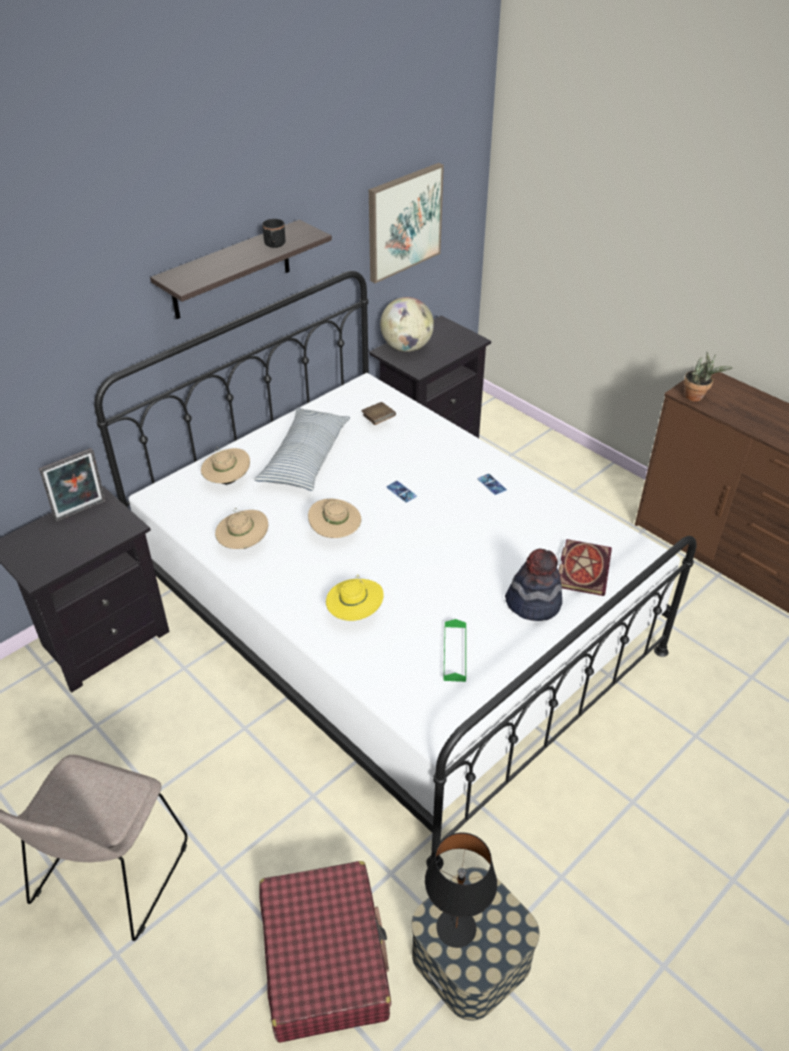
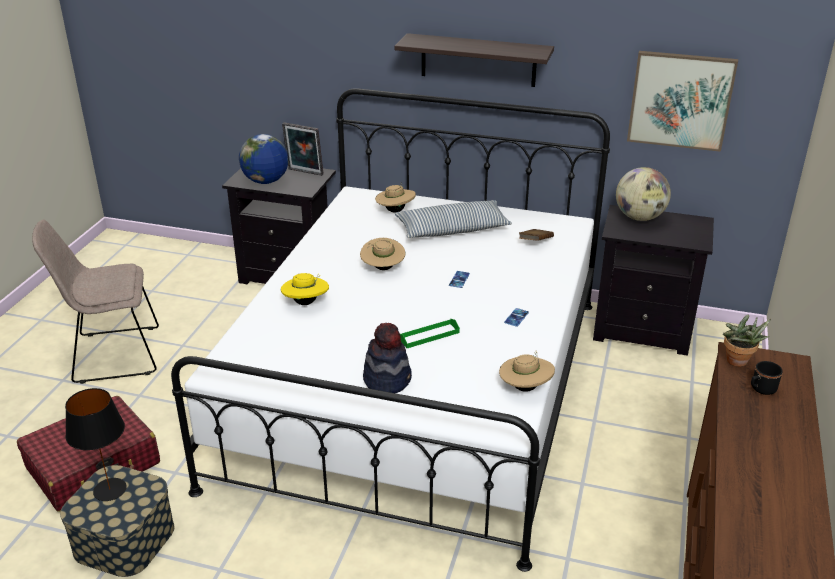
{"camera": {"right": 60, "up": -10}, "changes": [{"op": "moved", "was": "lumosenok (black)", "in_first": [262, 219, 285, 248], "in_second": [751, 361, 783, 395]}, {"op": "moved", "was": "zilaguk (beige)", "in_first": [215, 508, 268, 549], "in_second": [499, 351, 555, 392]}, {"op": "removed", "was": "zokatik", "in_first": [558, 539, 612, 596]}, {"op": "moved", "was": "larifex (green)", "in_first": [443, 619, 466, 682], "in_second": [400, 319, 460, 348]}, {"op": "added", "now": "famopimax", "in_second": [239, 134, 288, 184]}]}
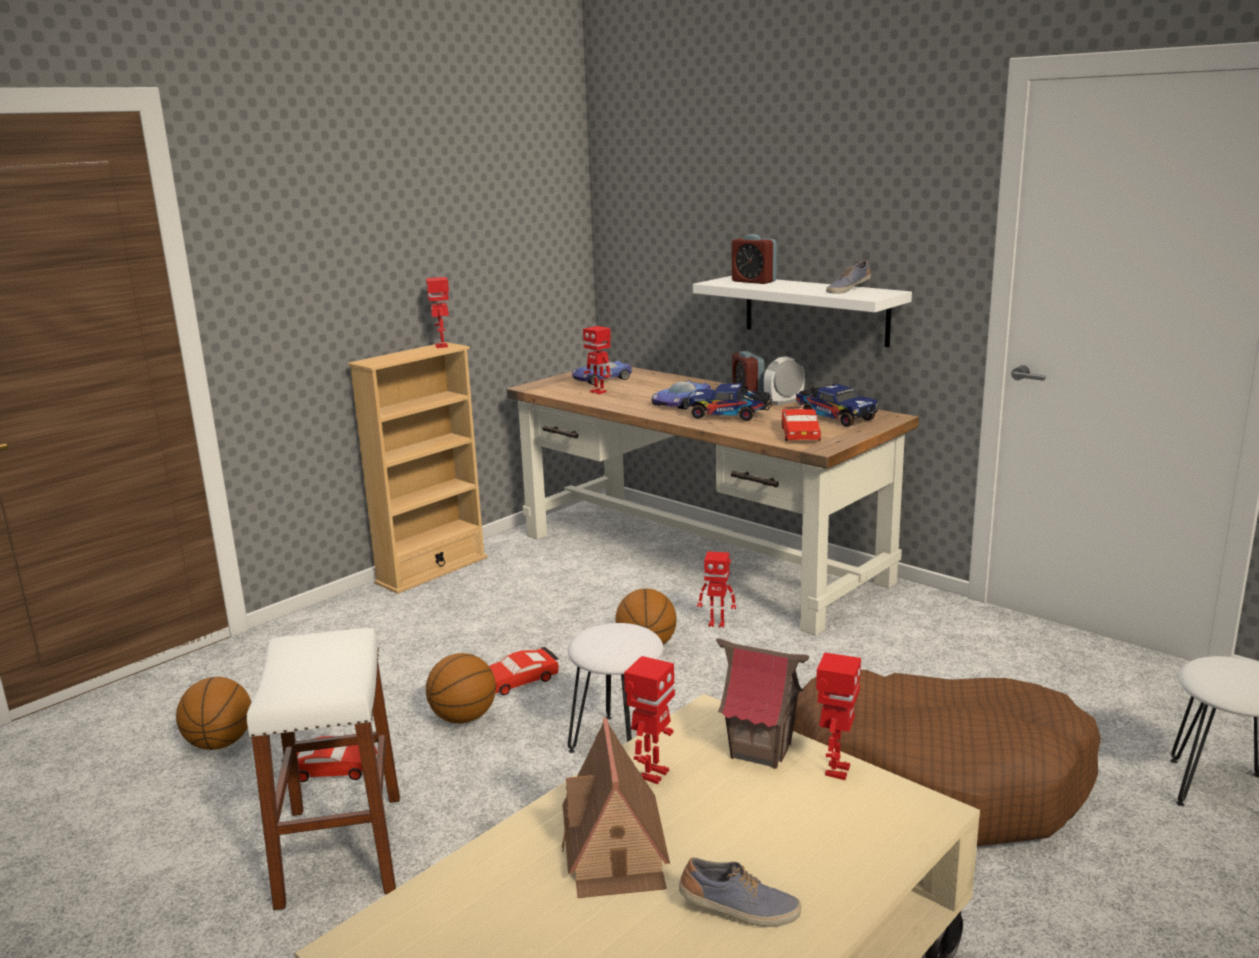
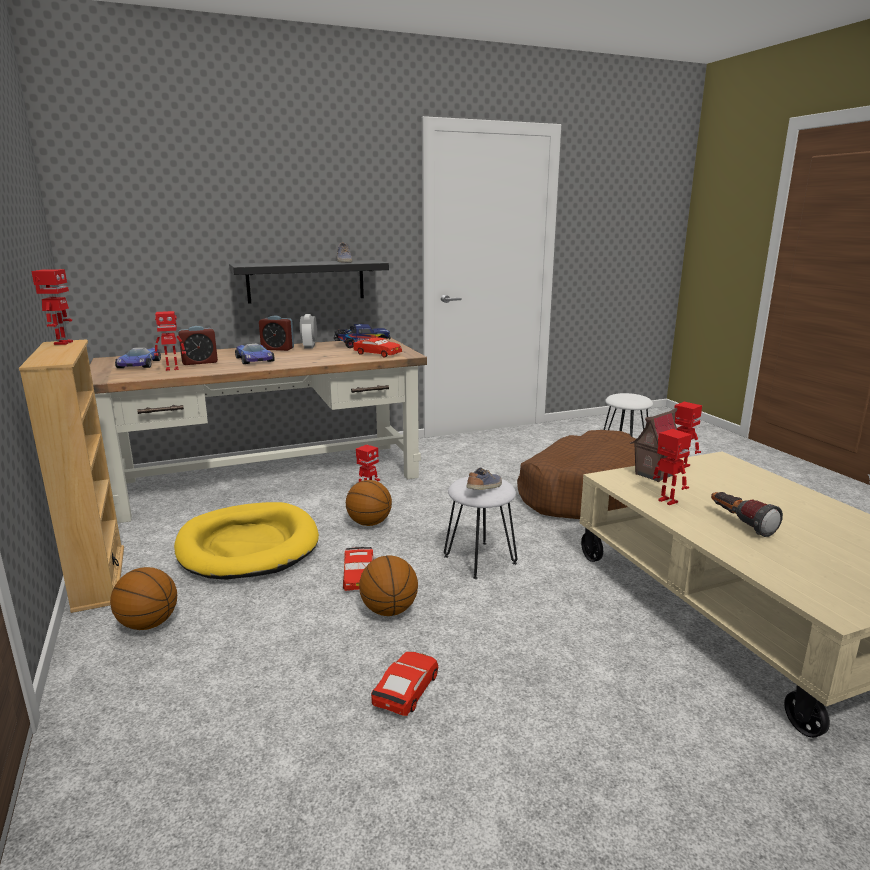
{"camera": {"right": -65, "up": 0}, "changes": [{"op": "moved", "was": "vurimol", "in_first": [732, 234, 777, 284], "in_second": [178, 326, 218, 365]}, {"op": "recoloured", "was": "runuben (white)", "now": "runuben (black)", "in_first": [693, 276, 912, 347], "in_second": [229, 260, 389, 304]}, {"op": "turned", "was": "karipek", "in_first": [426, 277, 449, 348], "in_second": [31, 269, 73, 345], "clockwise": -105}, {"op": "removed", "was": "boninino", "in_first": [687, 383, 772, 421]}, {"op": "removed", "was": "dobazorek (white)", "in_first": [247, 628, 400, 911]}, {"op": "moved", "was": "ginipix", "in_first": [176, 677, 251, 750], "in_second": [110, 567, 177, 630]}, {"op": "replaced", "was": "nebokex", "now": "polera", "in_first": [562, 718, 670, 898], "in_second": [711, 492, 783, 537]}, {"op": "moved", "was": "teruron", "in_first": [679, 858, 801, 927], "in_second": [467, 468, 502, 490]}, {"op": "added", "now": "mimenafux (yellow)", "in_second": [174, 502, 319, 580]}]}
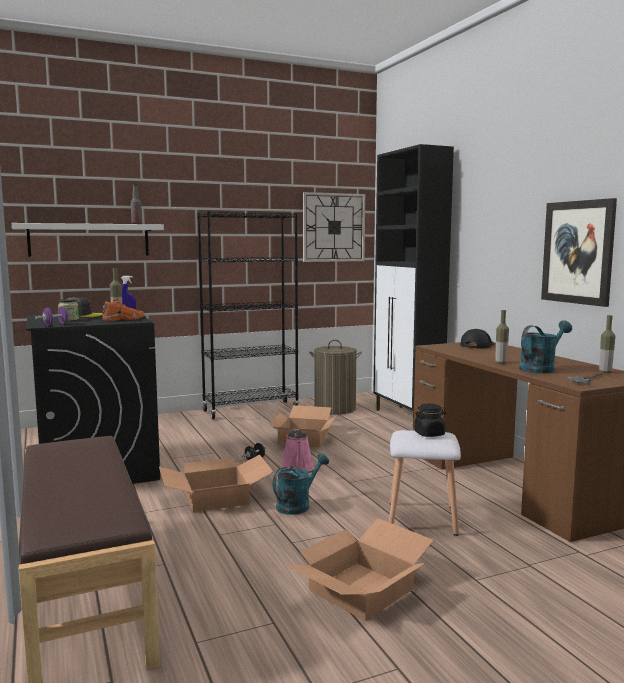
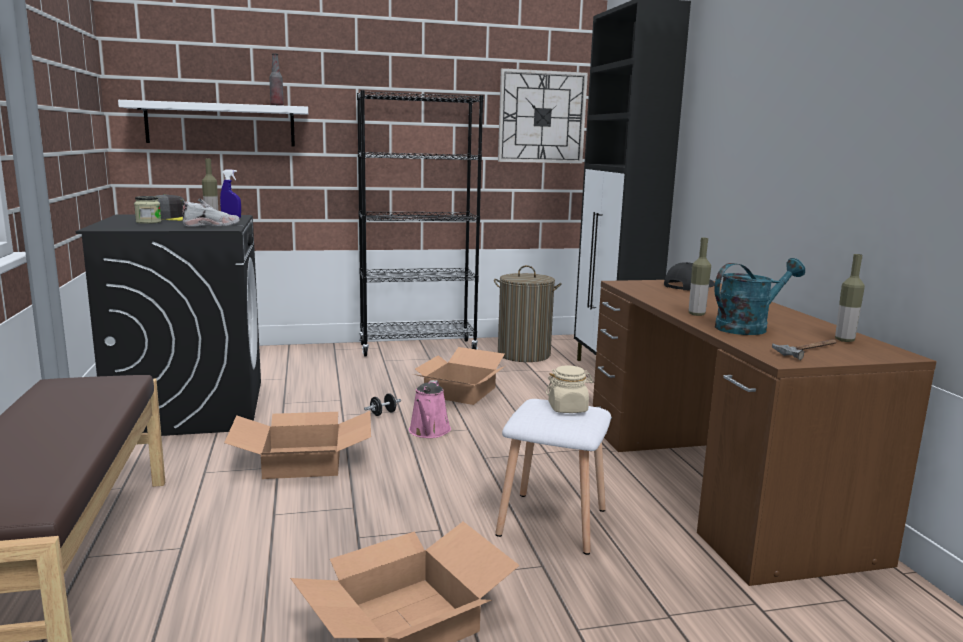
{"camera": {"right": 10, "up": 5}, "changes": [{"op": "removed", "was": "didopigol", "in_first": [541, 198, 617, 307]}, {"op": "recoloured", "was": "teruron (orange)", "now": "teruron (white)", "in_first": [102, 299, 144, 321], "in_second": [182, 198, 240, 227]}, {"op": "removed", "was": "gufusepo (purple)", "in_first": [35, 306, 74, 325]}, {"op": "recoloured", "was": "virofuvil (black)", "now": "virofuvil (beige)", "in_first": [414, 404, 446, 437], "in_second": [546, 366, 593, 413]}, {"op": "removed", "was": "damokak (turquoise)", "in_first": [273, 453, 329, 515]}]}
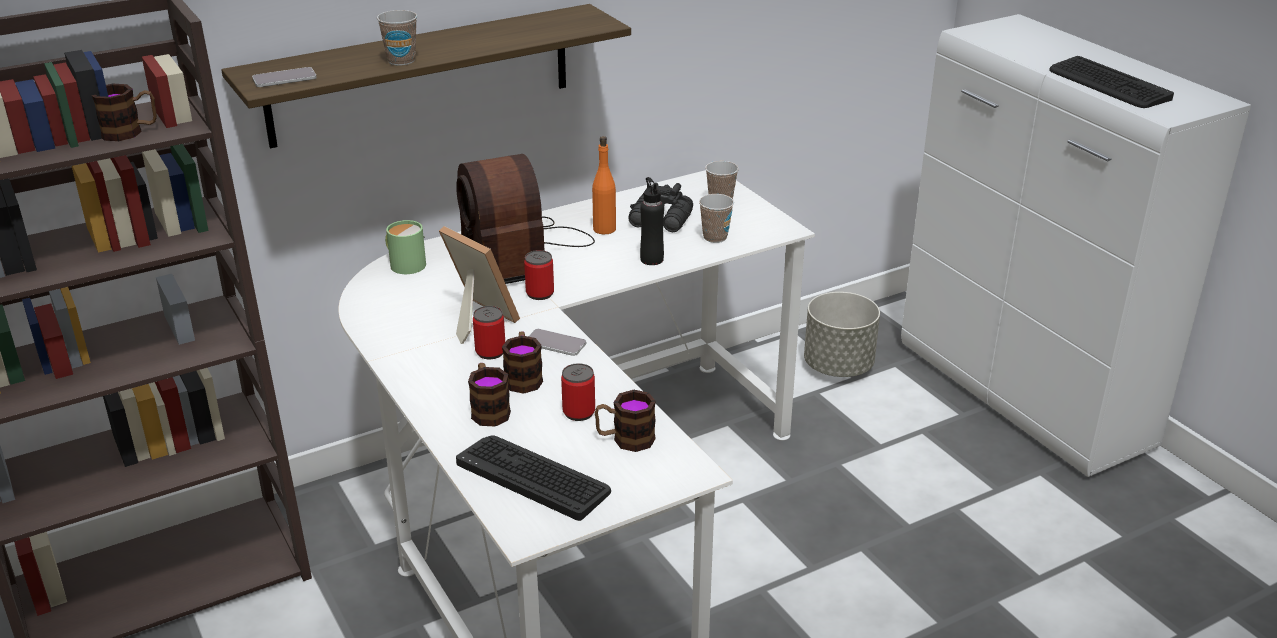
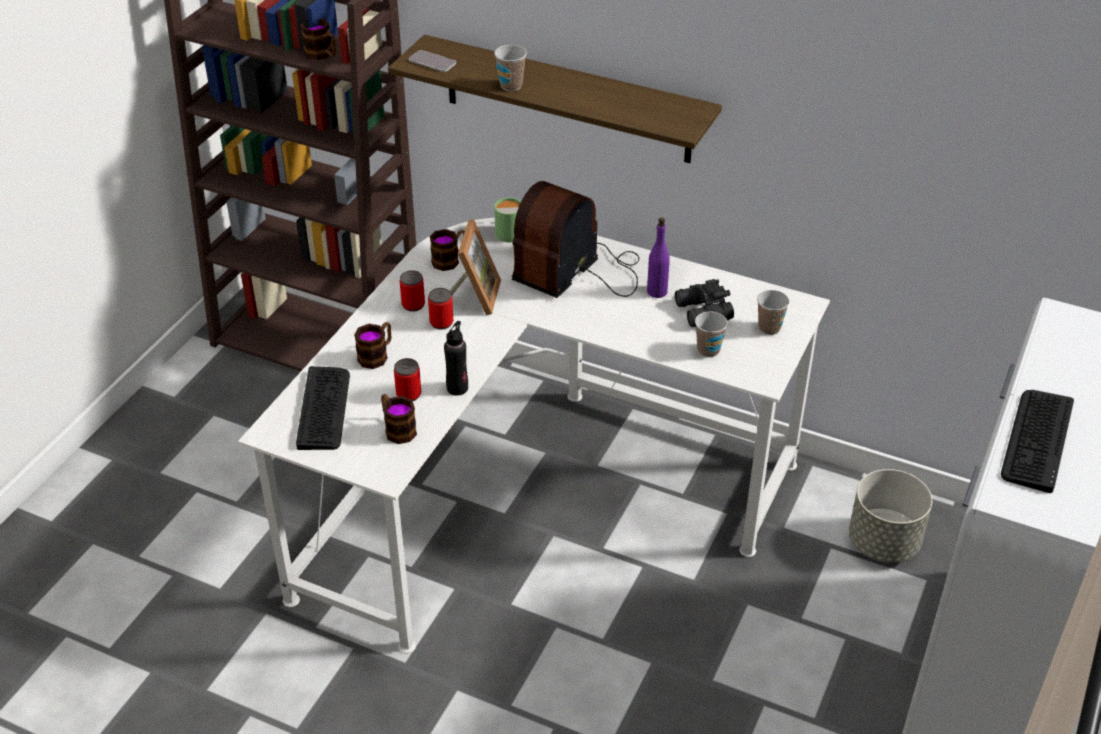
{"camera": {"right": 55, "up": 10}, "changes": [{"op": "recoloured", "was": "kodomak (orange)", "now": "kodomak (purple)", "in_first": [592, 136, 616, 234], "in_second": [647, 217, 670, 298]}, {"op": "moved", "was": "kodomak (black)", "in_first": [640, 177, 664, 265], "in_second": [444, 321, 468, 396]}, {"op": "moved", "was": "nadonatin", "in_first": [524, 250, 554, 300], "in_second": [400, 270, 425, 312]}, {"op": "removed", "was": "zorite", "in_first": [528, 329, 586, 356]}, {"op": "moved", "was": "lumosenok", "in_first": [502, 331, 543, 394], "in_second": [430, 229, 465, 271]}]}
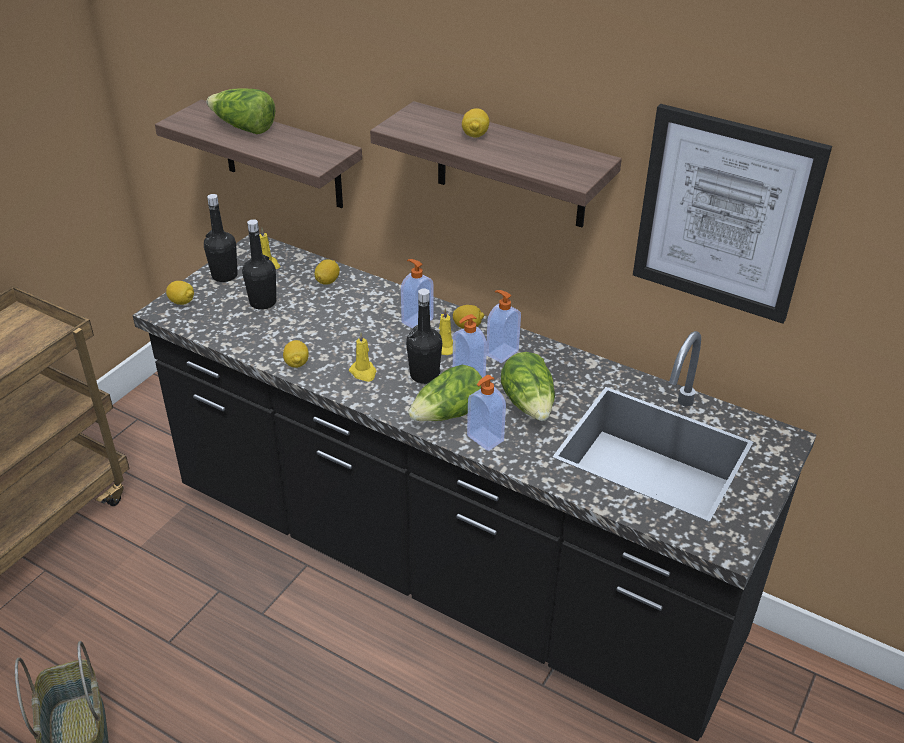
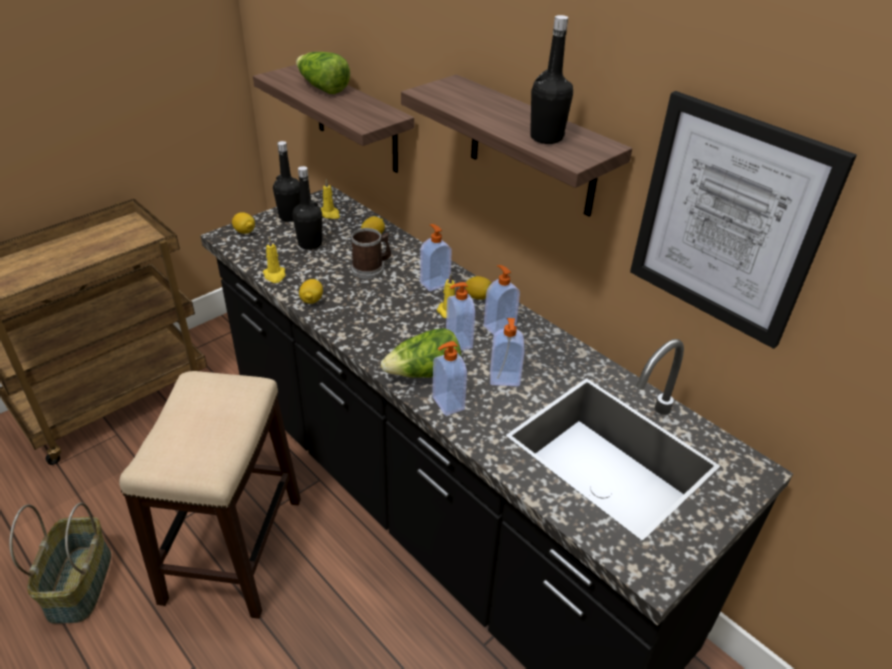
{"camera": {"right": 15, "up": 0}, "changes": [{"op": "removed", "was": "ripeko", "in_first": [462, 108, 489, 137]}, {"op": "moved", "was": "kodomak (black)", "in_first": [406, 288, 442, 384], "in_second": [530, 15, 573, 144]}, {"op": "moved", "was": "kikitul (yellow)", "in_first": [349, 332, 376, 382], "in_second": [263, 238, 285, 283]}, {"op": "replaced", "was": "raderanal", "now": "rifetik", "in_first": [501, 352, 555, 421], "in_second": [490, 318, 525, 386]}, {"op": "added", "now": "lumosenok", "in_second": [351, 228, 391, 279]}, {"op": "added", "now": "dobazorek", "in_second": [119, 371, 301, 619]}]}
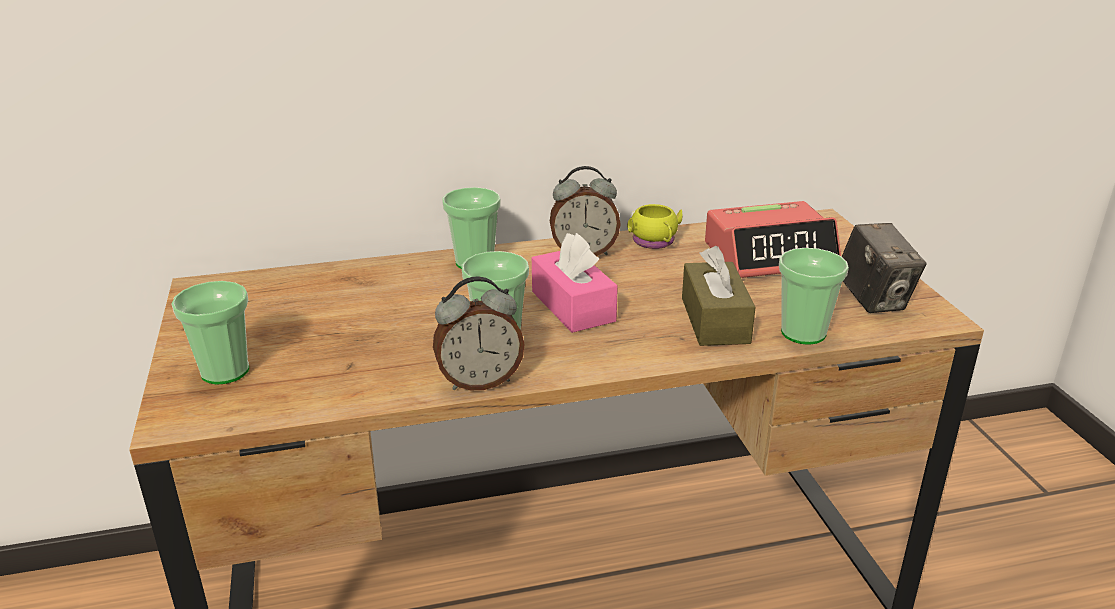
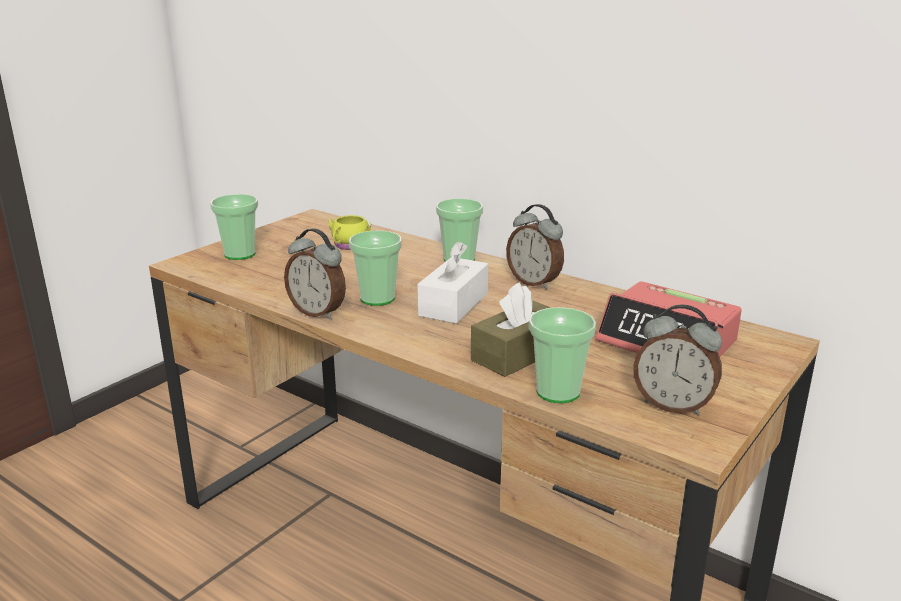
{"camera": {"right": 50, "up": -5}, "changes": [{"op": "moved", "was": "lumosenok (yellow)", "in_first": [627, 204, 682, 249], "in_second": [329, 215, 371, 250]}, {"op": "replaced", "was": "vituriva", "now": "vurimol", "in_first": [842, 223, 927, 313], "in_second": [633, 304, 722, 415]}, {"op": "recoloured", "was": "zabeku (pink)", "now": "zabeku (white)", "in_first": [532, 233, 618, 333], "in_second": [417, 241, 488, 324]}]}
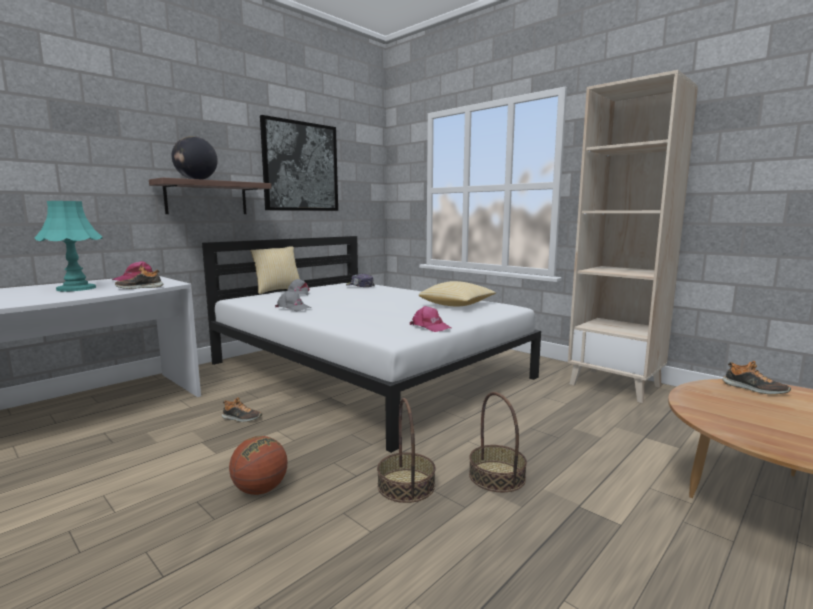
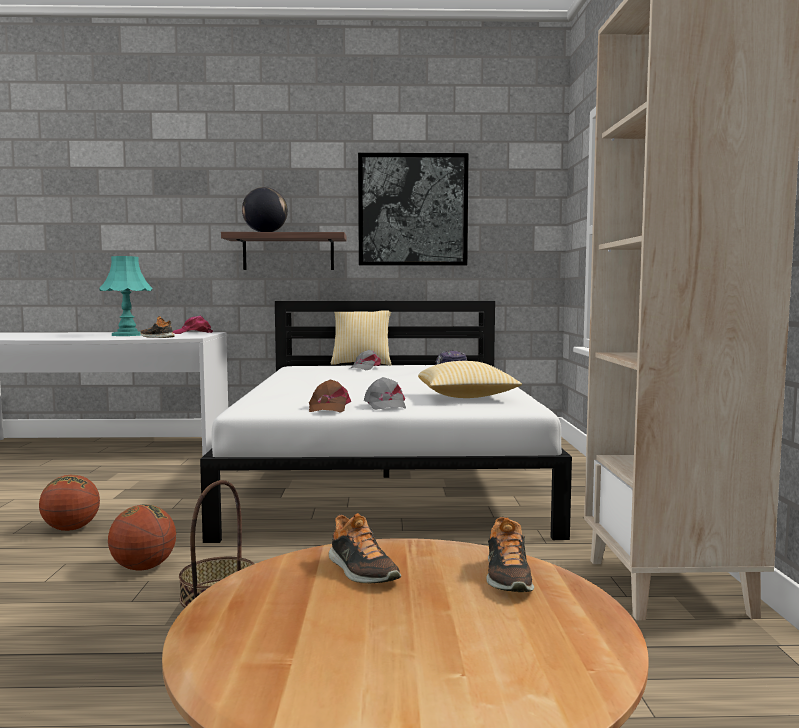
{"camera": {"right": 45, "up": -5}, "changes": [{"op": "moved", "was": "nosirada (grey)", "in_first": [275, 291, 311, 311], "in_second": [364, 377, 406, 410]}, {"op": "recoloured", "was": "nosirada (pink)", "now": "nosirada (brown)", "in_first": [410, 306, 451, 332], "in_second": [309, 379, 351, 413]}, {"op": "moved", "was": "teruron", "in_first": [221, 397, 262, 422], "in_second": [329, 513, 401, 584]}, {"op": "replaced", "was": "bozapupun", "now": "ginipix", "in_first": [377, 398, 436, 503], "in_second": [108, 504, 176, 571]}]}
